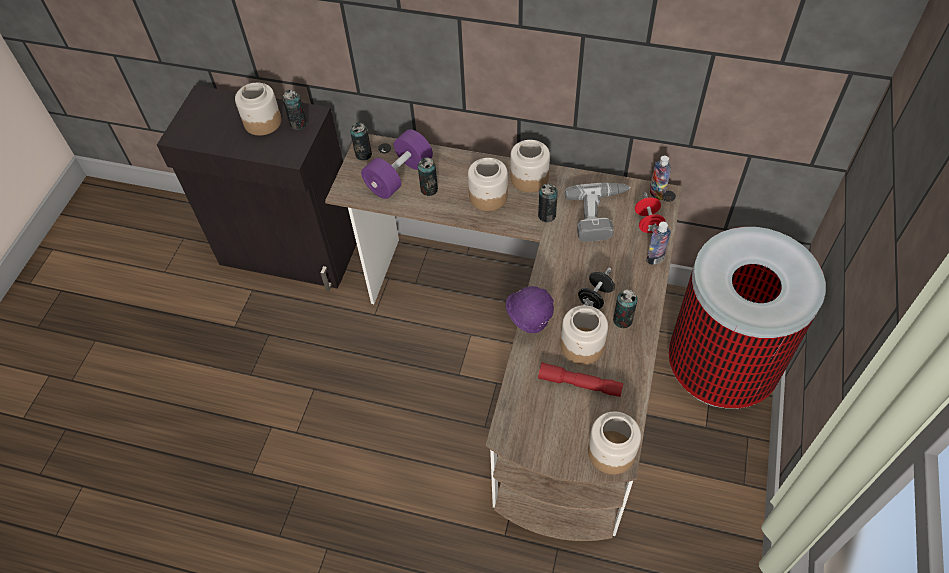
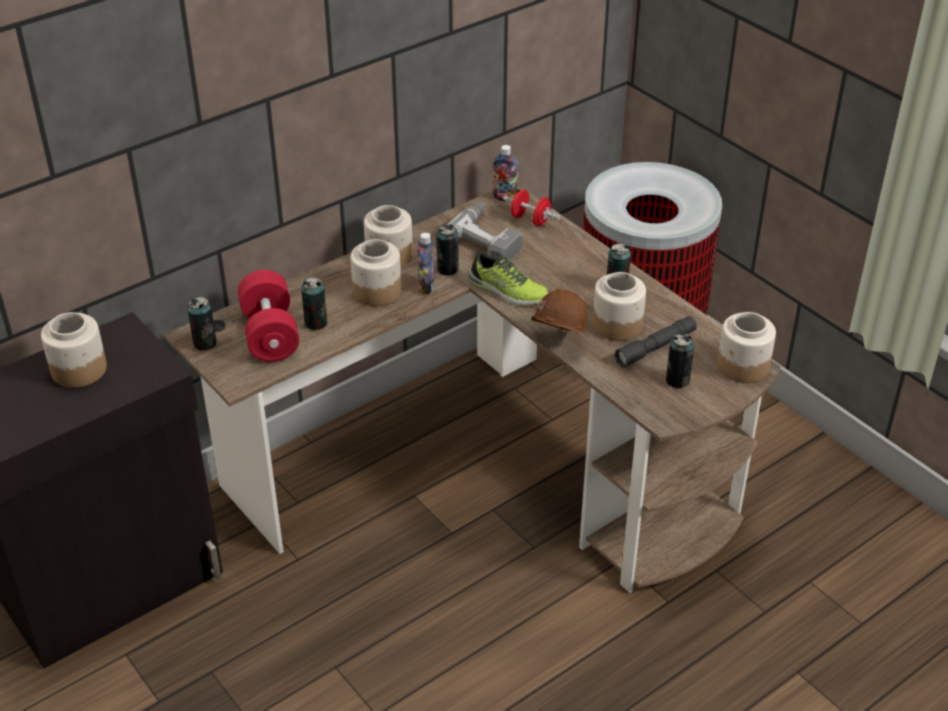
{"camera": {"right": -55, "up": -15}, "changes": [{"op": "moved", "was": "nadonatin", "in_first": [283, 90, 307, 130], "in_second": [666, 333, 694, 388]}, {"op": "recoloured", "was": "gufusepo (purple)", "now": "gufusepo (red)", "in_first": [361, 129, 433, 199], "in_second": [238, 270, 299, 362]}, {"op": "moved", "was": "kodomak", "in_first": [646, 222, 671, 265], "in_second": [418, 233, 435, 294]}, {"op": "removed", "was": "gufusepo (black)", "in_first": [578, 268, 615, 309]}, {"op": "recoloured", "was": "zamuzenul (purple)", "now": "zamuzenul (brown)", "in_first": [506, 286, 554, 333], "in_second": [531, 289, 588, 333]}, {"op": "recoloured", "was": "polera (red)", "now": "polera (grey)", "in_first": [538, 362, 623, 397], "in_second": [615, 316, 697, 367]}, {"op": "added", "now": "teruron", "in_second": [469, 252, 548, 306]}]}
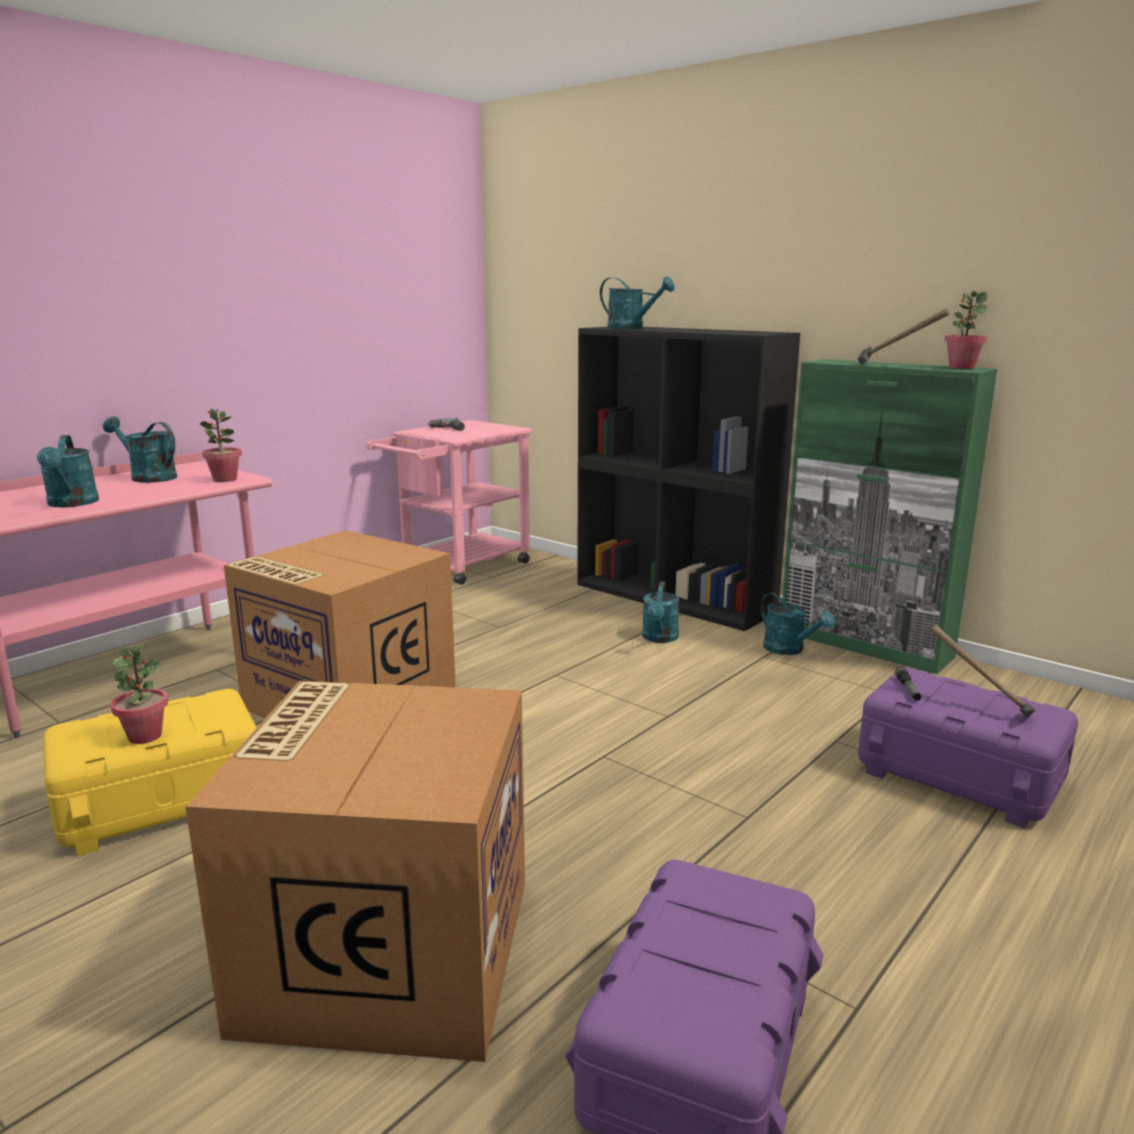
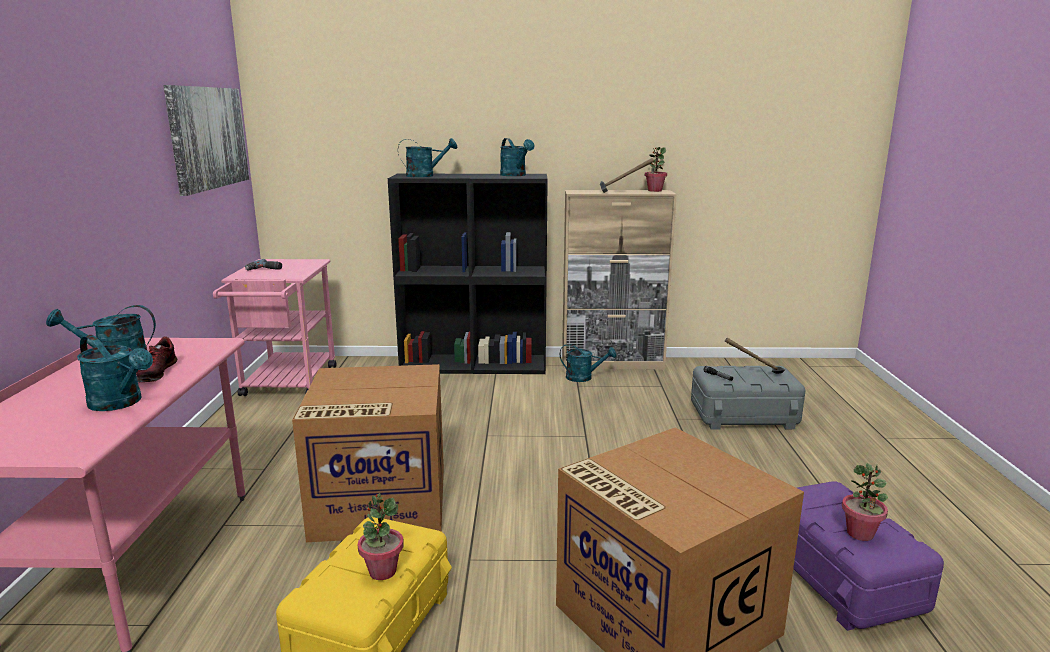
{"camera": {"right": -40, "up": 0}, "changes": [{"op": "recoloured", "was": "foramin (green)", "now": "foramin (beige)", "in_first": [783, 359, 997, 674], "in_second": [562, 190, 677, 369]}, {"op": "moved", "was": "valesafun", "in_first": [200, 409, 242, 482], "in_second": [842, 463, 888, 541]}, {"op": "moved", "was": "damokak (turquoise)", "in_first": [642, 582, 679, 643], "in_second": [500, 138, 534, 176]}, {"op": "recoloured", "was": "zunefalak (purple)", "now": "zunefalak (grey)", "in_first": [858, 668, 1078, 828], "in_second": [691, 366, 805, 430]}, {"op": "added", "now": "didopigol", "in_second": [163, 85, 249, 196]}, {"op": "added", "now": "teruron", "in_second": [136, 336, 178, 383]}]}
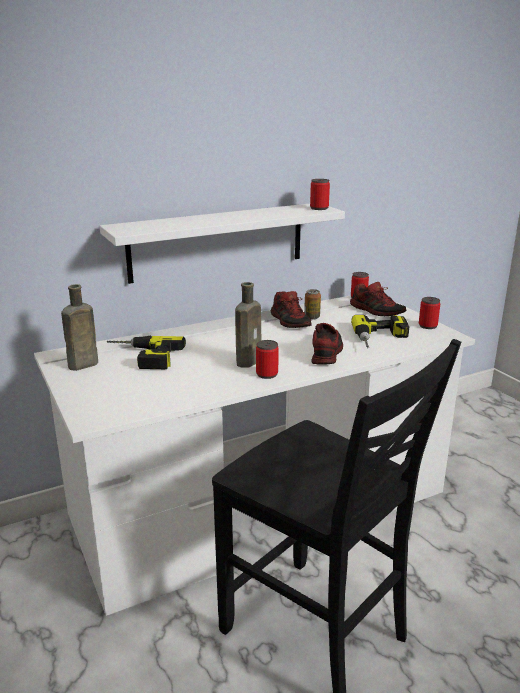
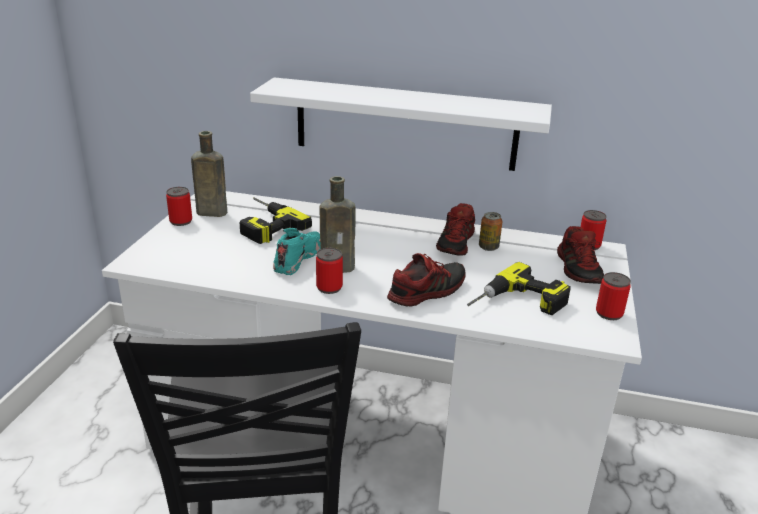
{"camera": {"right": 40, "up": 5}, "changes": [{"op": "moved", "was": "nadonatin", "in_first": [310, 179, 330, 210], "in_second": [166, 187, 192, 226]}, {"op": "added", "now": "teruron (turquoise)", "in_second": [273, 228, 321, 275]}]}
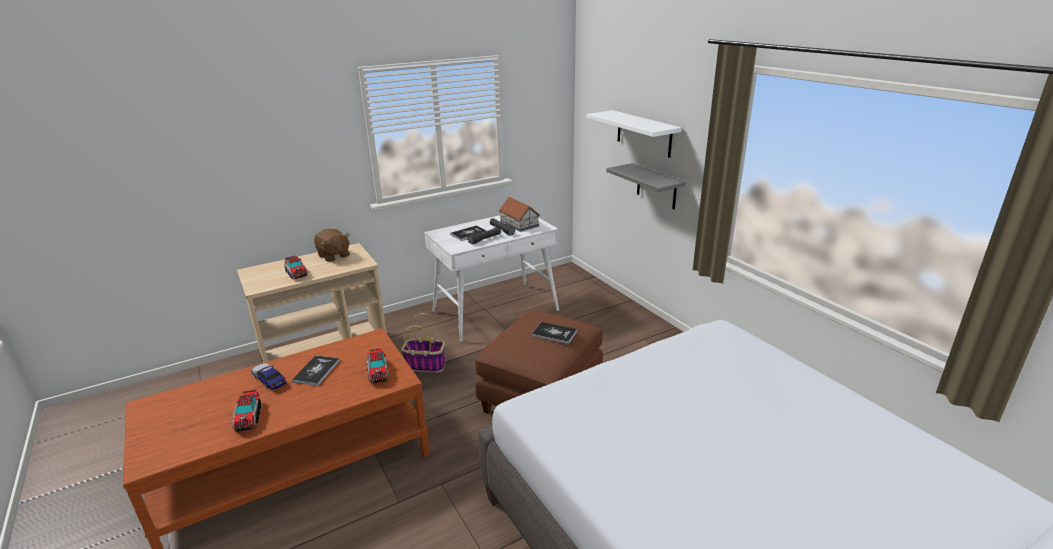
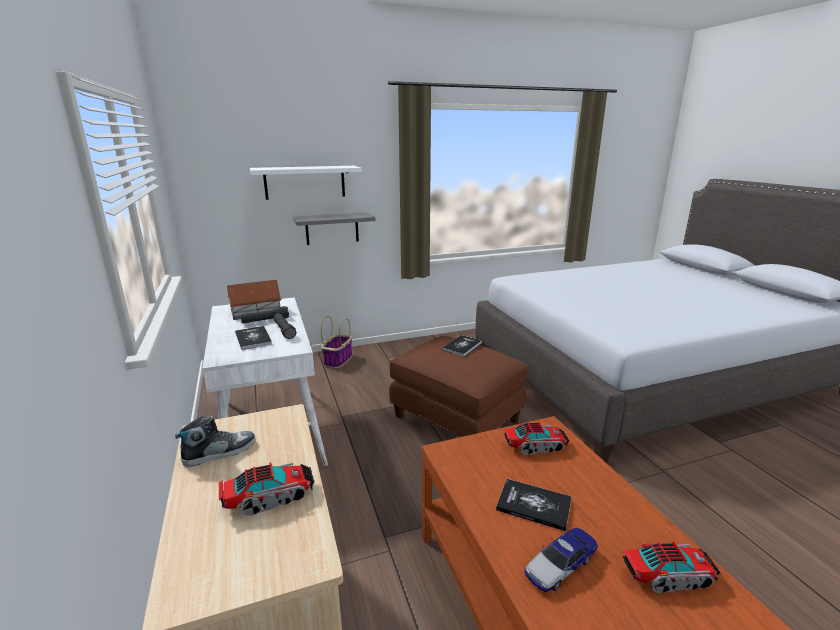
{"camera": {"right": -80, "up": -5}, "changes": [{"op": "replaced", "was": "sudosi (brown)", "now": "teruron", "in_first": [314, 229, 350, 262], "in_second": [175, 415, 256, 467]}, {"op": "moved", "was": "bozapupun", "in_first": [401, 313, 446, 372], "in_second": [321, 316, 352, 368]}]}
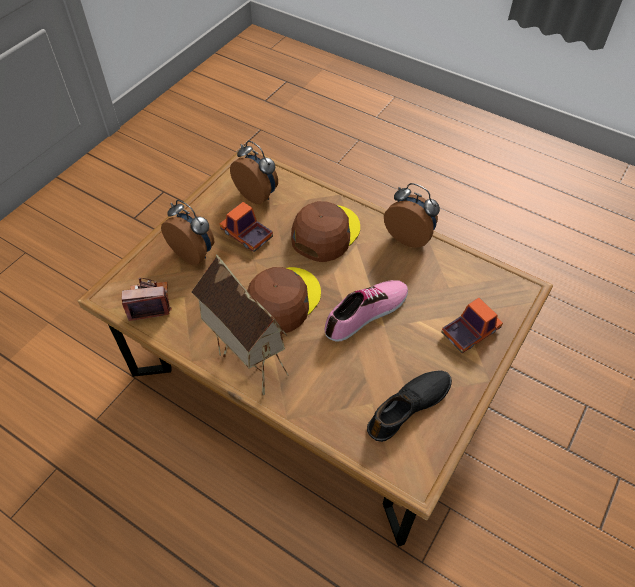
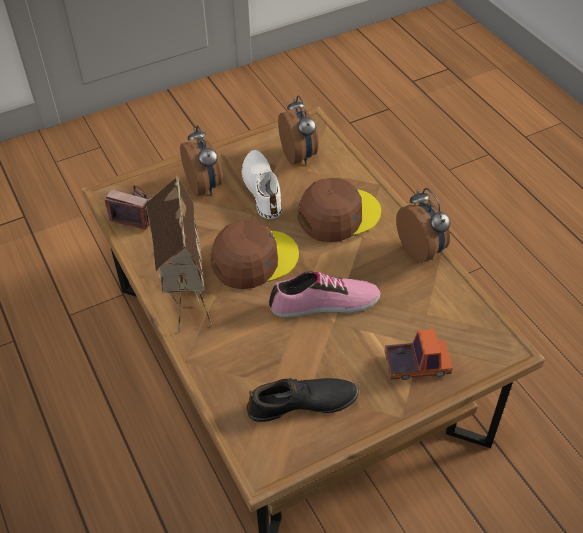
{"camera": {"right": 30, "up": -5}, "changes": [{"op": "replaced", "was": "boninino", "now": "teruron (white)", "in_first": [220, 202, 273, 252], "in_second": [242, 150, 282, 219]}]}
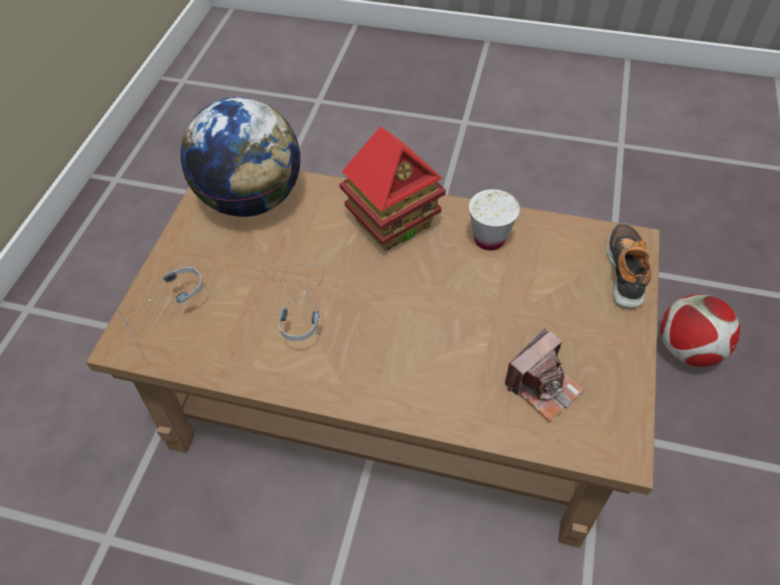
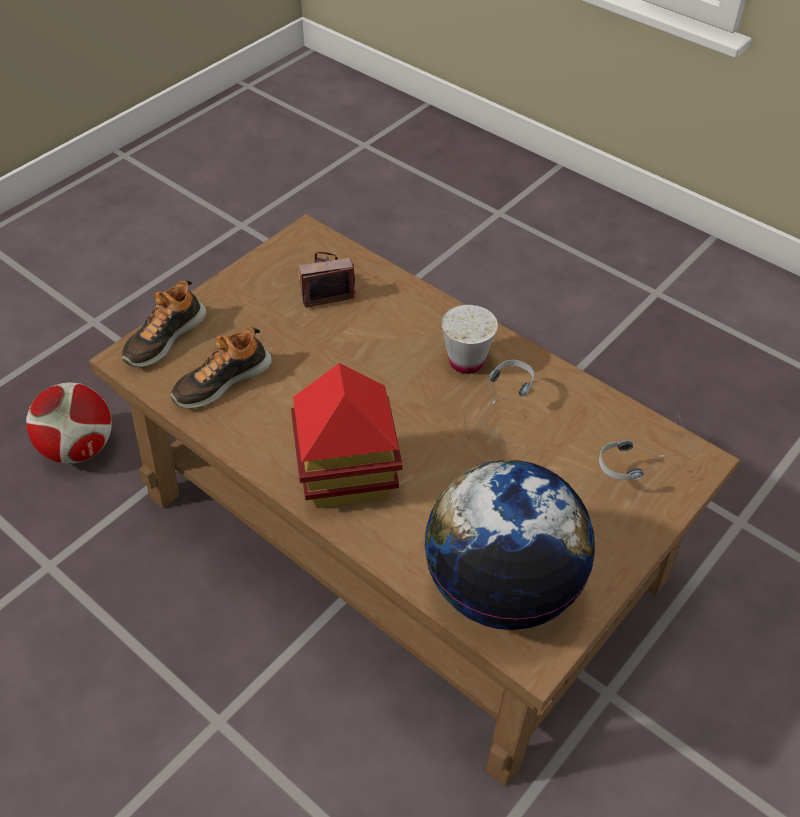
{"camera": {"right": -155, "up": -5}, "changes": [{"op": "moved", "was": "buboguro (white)", "in_first": [469, 189, 520, 251], "in_second": [441, 305, 498, 374]}, {"op": "added", "now": "teruron", "in_second": [170, 327, 272, 408]}]}
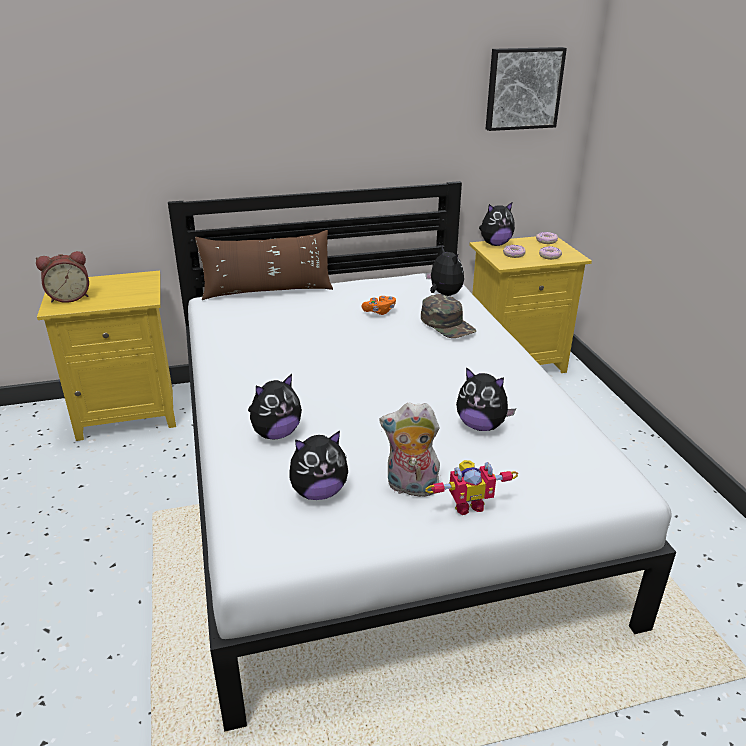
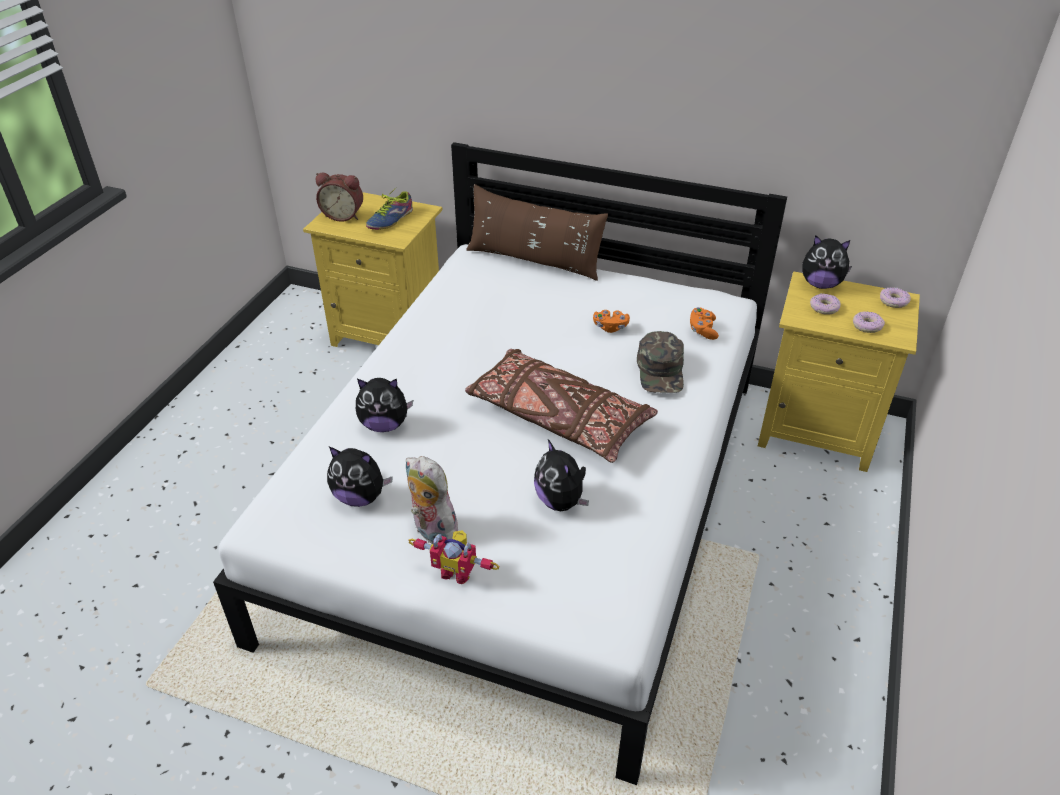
{"camera": {"right": 35, "up": 10}, "changes": [{"op": "removed", "was": "didopigol", "in_first": [486, 47, 567, 131]}, {"op": "replaced", "was": "sudosi", "now": "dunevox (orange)", "in_first": [426, 246, 464, 296], "in_second": [690, 307, 719, 340]}, {"op": "added", "now": "teruron", "in_second": [366, 188, 413, 230]}, {"op": "added", "now": "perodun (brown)", "in_second": [465, 349, 658, 463]}]}
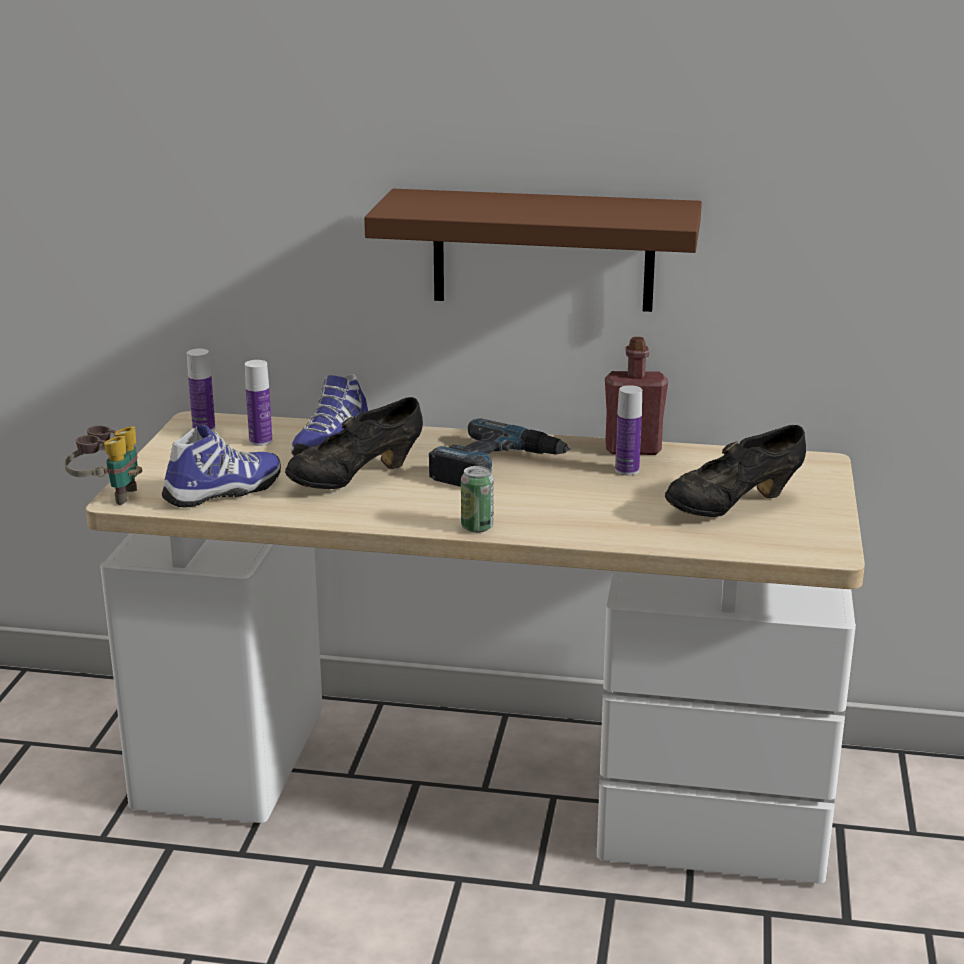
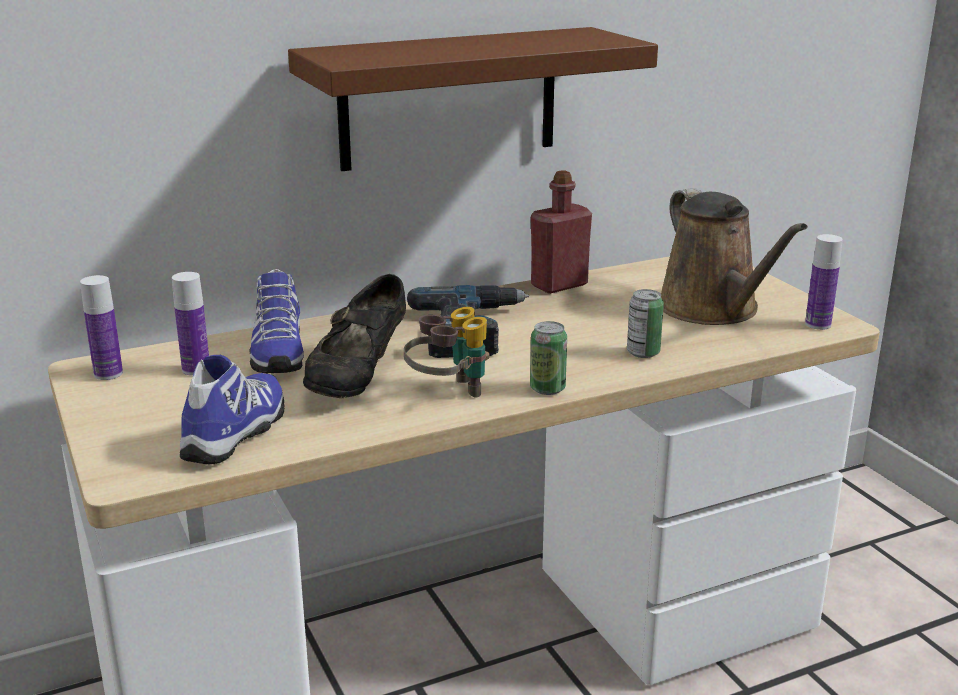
{"camera": {"right": -35, "up": 0}, "changes": [{"op": "moved", "was": "kodomak", "in_first": [615, 385, 642, 475], "in_second": [805, 234, 843, 330]}, {"op": "moved", "was": "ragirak", "in_first": [65, 425, 142, 505], "in_second": [404, 307, 490, 397]}, {"op": "replaced", "was": "teruron (black)", "now": "damokak (brown)", "in_first": [665, 425, 806, 517], "in_second": [661, 188, 808, 325]}, {"op": "added", "now": "nadonatin", "in_second": [627, 289, 664, 358]}]}
